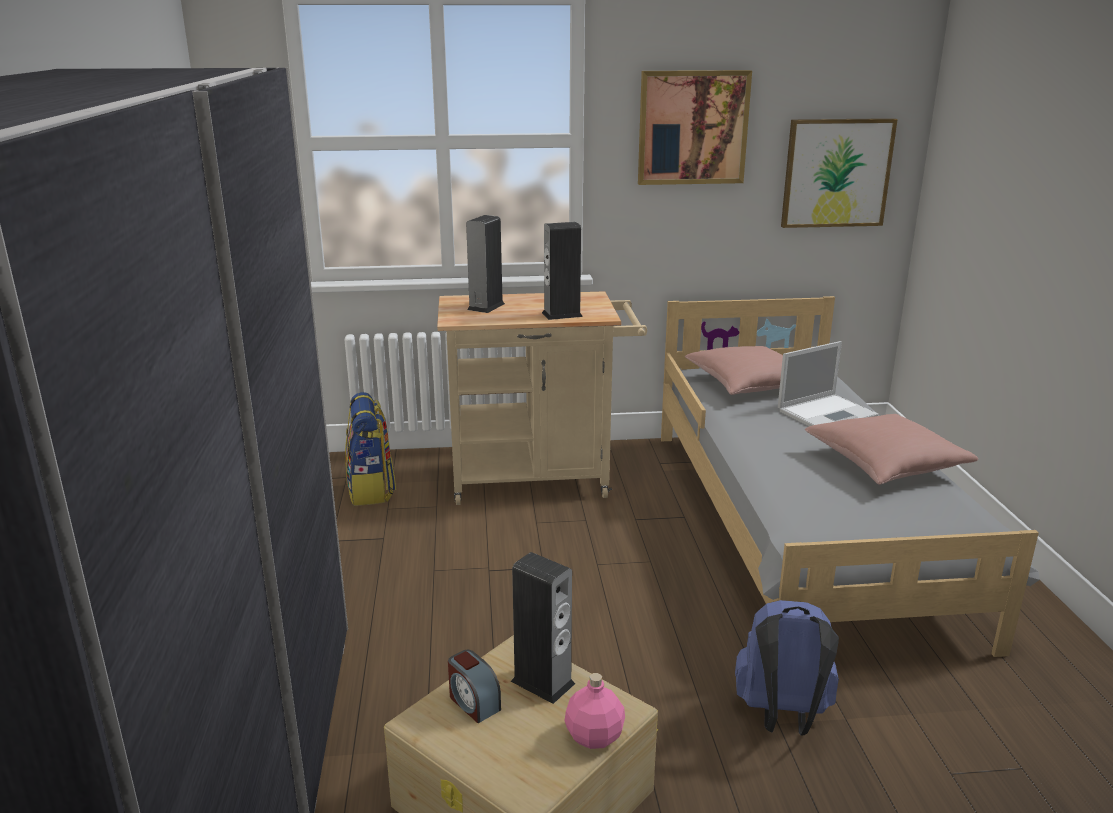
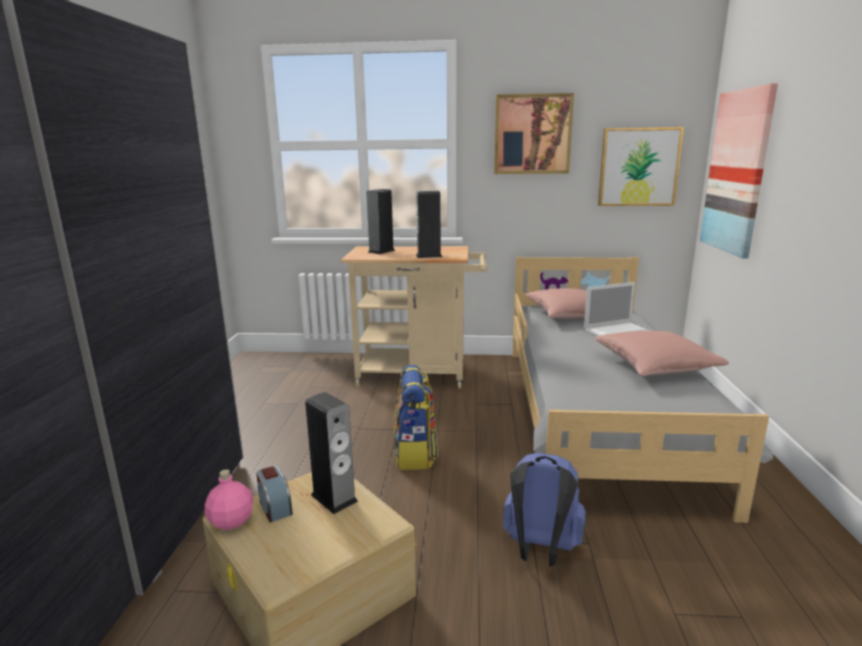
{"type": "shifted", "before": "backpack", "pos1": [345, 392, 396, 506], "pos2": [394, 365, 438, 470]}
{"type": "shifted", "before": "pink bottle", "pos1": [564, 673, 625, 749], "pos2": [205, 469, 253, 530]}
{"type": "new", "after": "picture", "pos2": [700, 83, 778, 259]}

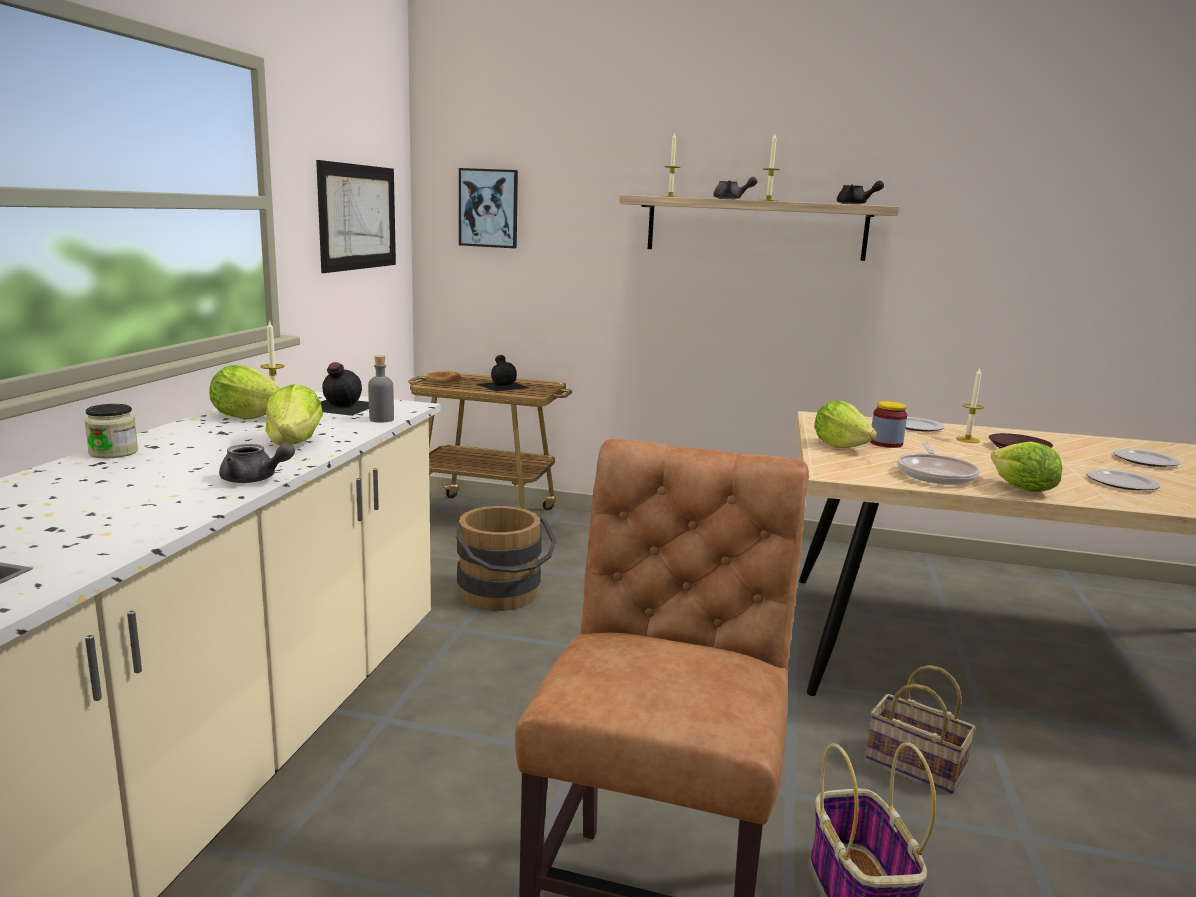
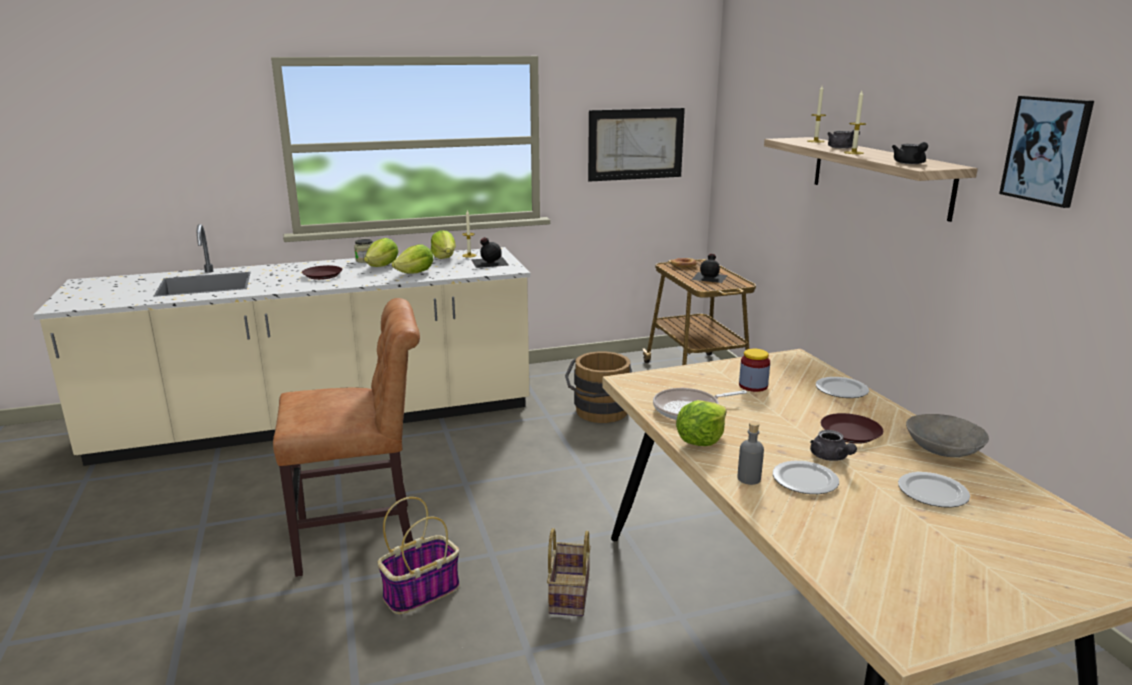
{"type": "shifted", "before": "picture", "pos1": [459, 168, 518, 248], "pos2": [999, 96, 1094, 208]}
{"type": "shifted", "before": "grey bottle", "pos1": [368, 355, 394, 422], "pos2": [738, 421, 764, 485]}
{"type": "gone", "before": "candle", "pos1": [956, 369, 984, 443]}
{"type": "shifted", "before": "lettuce", "pos1": [814, 401, 877, 448], "pos2": [364, 238, 398, 267]}
{"type": "shifted", "before": "grey teapot", "pos1": [219, 443, 295, 483], "pos2": [810, 430, 857, 461]}
{"type": "new", "after": "brown plate", "pos2": [302, 265, 342, 280]}
{"type": "new", "after": "grey bowl", "pos2": [906, 414, 989, 457]}

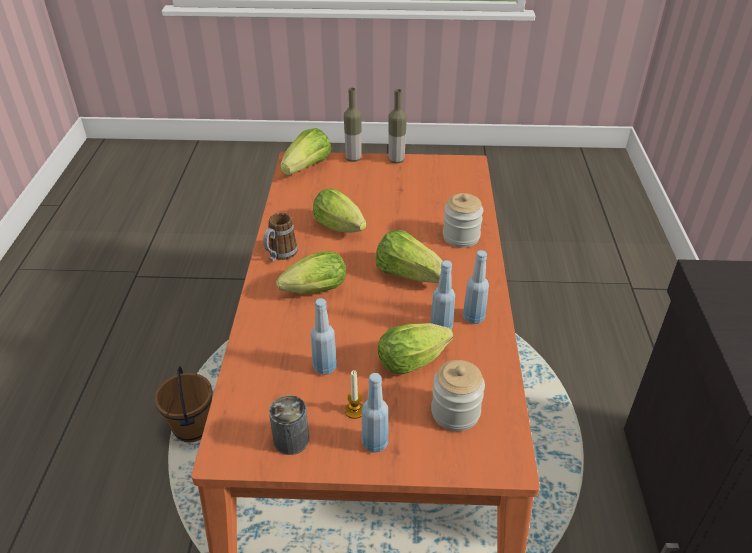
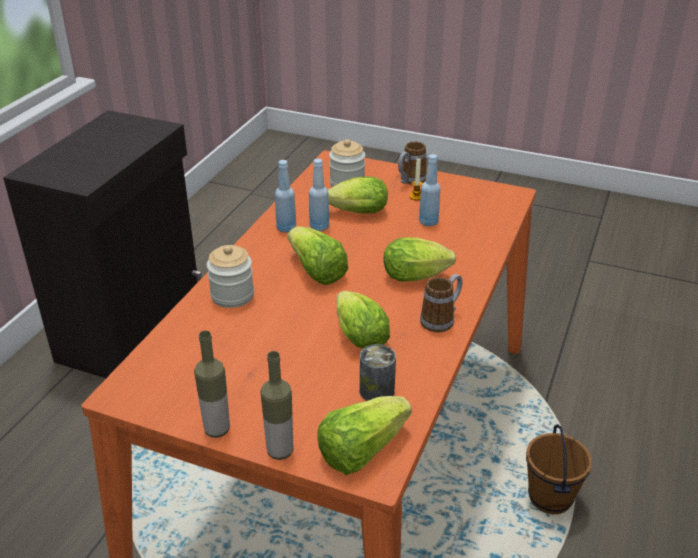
{"type": "swapped", "before": "blue bottle", "after": "mug", "pos1": [362, 373, 388, 453], "pos2": [398, 141, 427, 185]}
{"type": "shifted", "before": "can", "pos1": [269, 395, 309, 455], "pos2": [360, 344, 396, 401]}

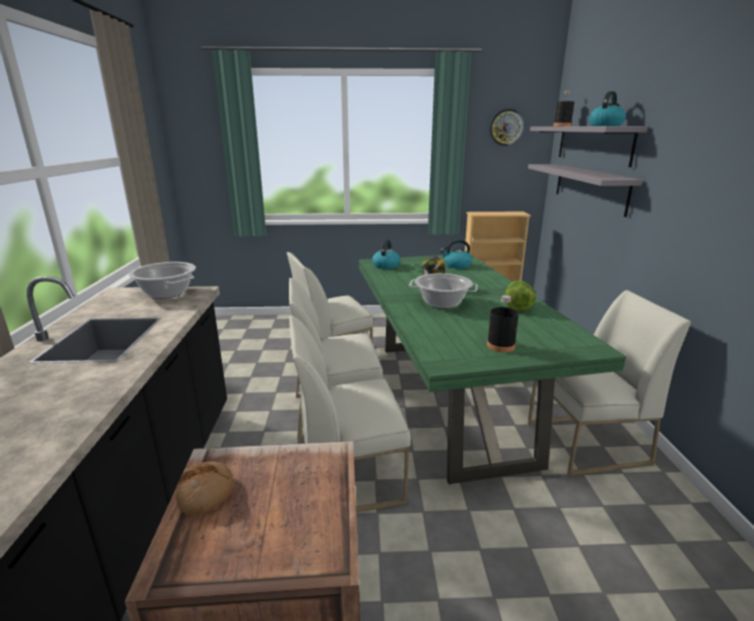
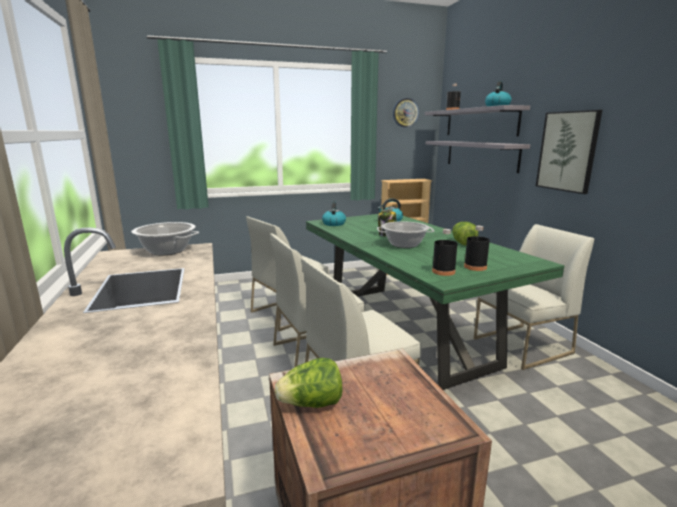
{"type": "swapped", "before": "bread", "after": "lettuce", "pos1": [176, 461, 233, 516], "pos2": [275, 358, 342, 408]}
{"type": "new", "after": "picture", "pos2": [536, 110, 602, 194]}
{"type": "new", "after": "black bottle", "pos2": [432, 229, 457, 276]}

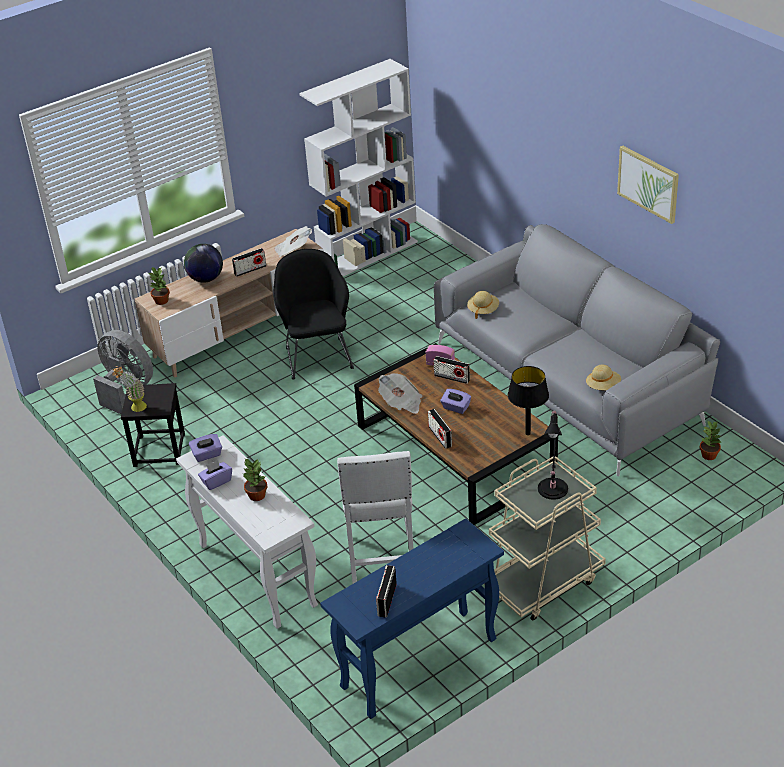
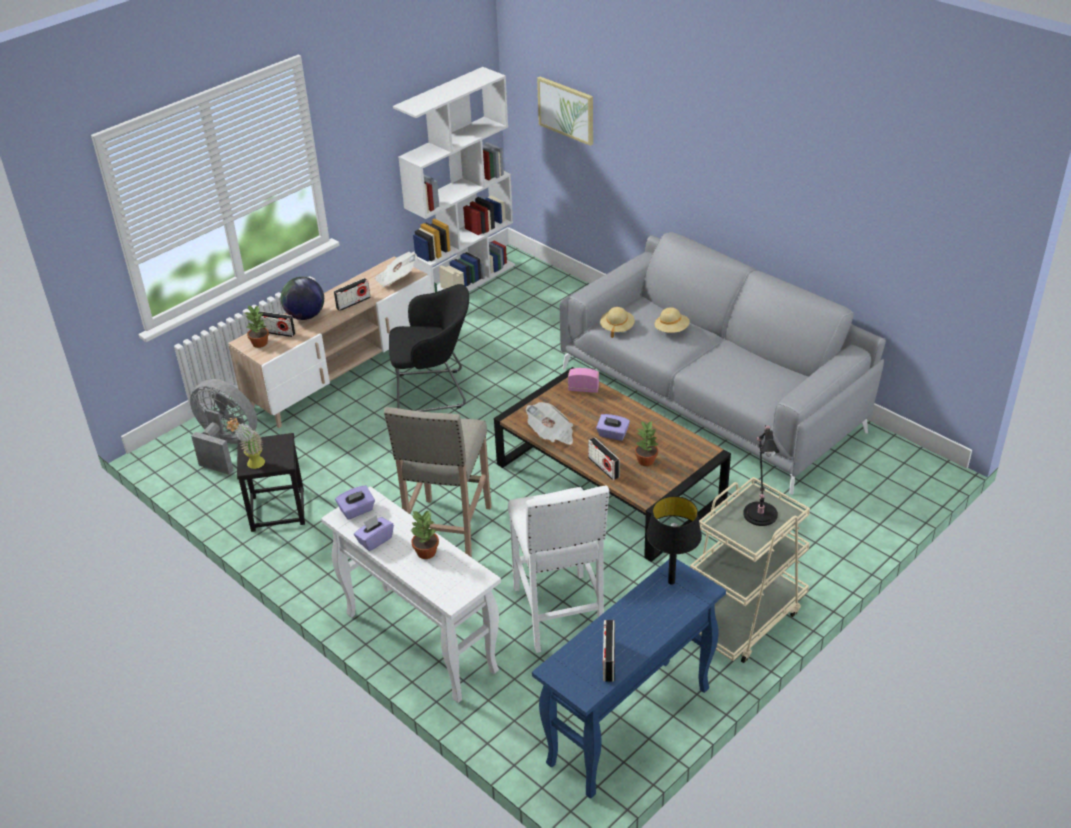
{"type": "shifted", "before": "picture", "pos1": [617, 146, 679, 224], "pos2": [537, 77, 593, 146]}
{"type": "rotated", "before": "black armchair", "pos1": [273, 249, 354, 380], "pos2": [389, 284, 469, 412], "turn": 105}
{"type": "shifted", "before": "radio", "pos1": [434, 356, 470, 384], "pos2": [258, 311, 295, 337]}
{"type": "shifted", "before": "beige hat", "pos1": [586, 365, 621, 390], "pos2": [654, 307, 690, 333]}
{"type": "shifted", "before": "black table lamp", "pos1": [508, 366, 549, 435], "pos2": [646, 496, 702, 585]}
{"type": "shifted", "before": "potted plant", "pos1": [700, 421, 721, 460], "pos2": [635, 421, 659, 466]}
{"type": "new", "after": "beige stool", "pos2": [384, 407, 491, 558]}

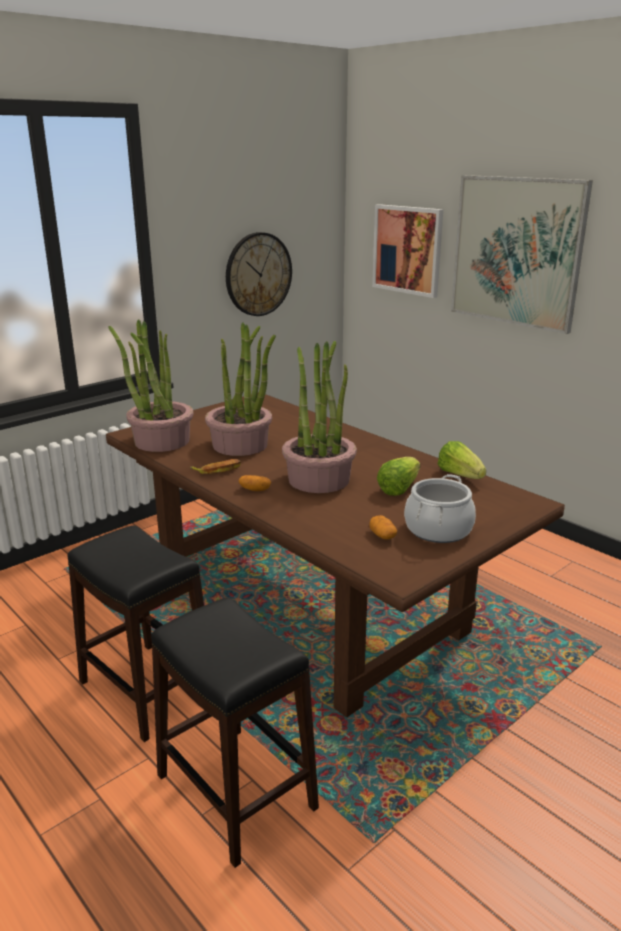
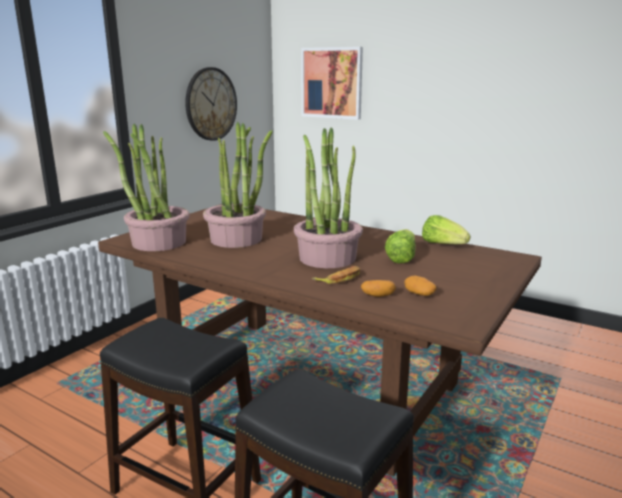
{"type": "gone", "before": "picture", "pos1": [451, 175, 593, 334]}
{"type": "shifted", "before": "banana", "pos1": [190, 459, 241, 474], "pos2": [312, 266, 360, 284]}
{"type": "gone", "before": "cooking pot", "pos1": [404, 474, 476, 543]}
{"type": "shifted", "before": "potato", "pos1": [239, 475, 271, 491], "pos2": [361, 280, 396, 297]}

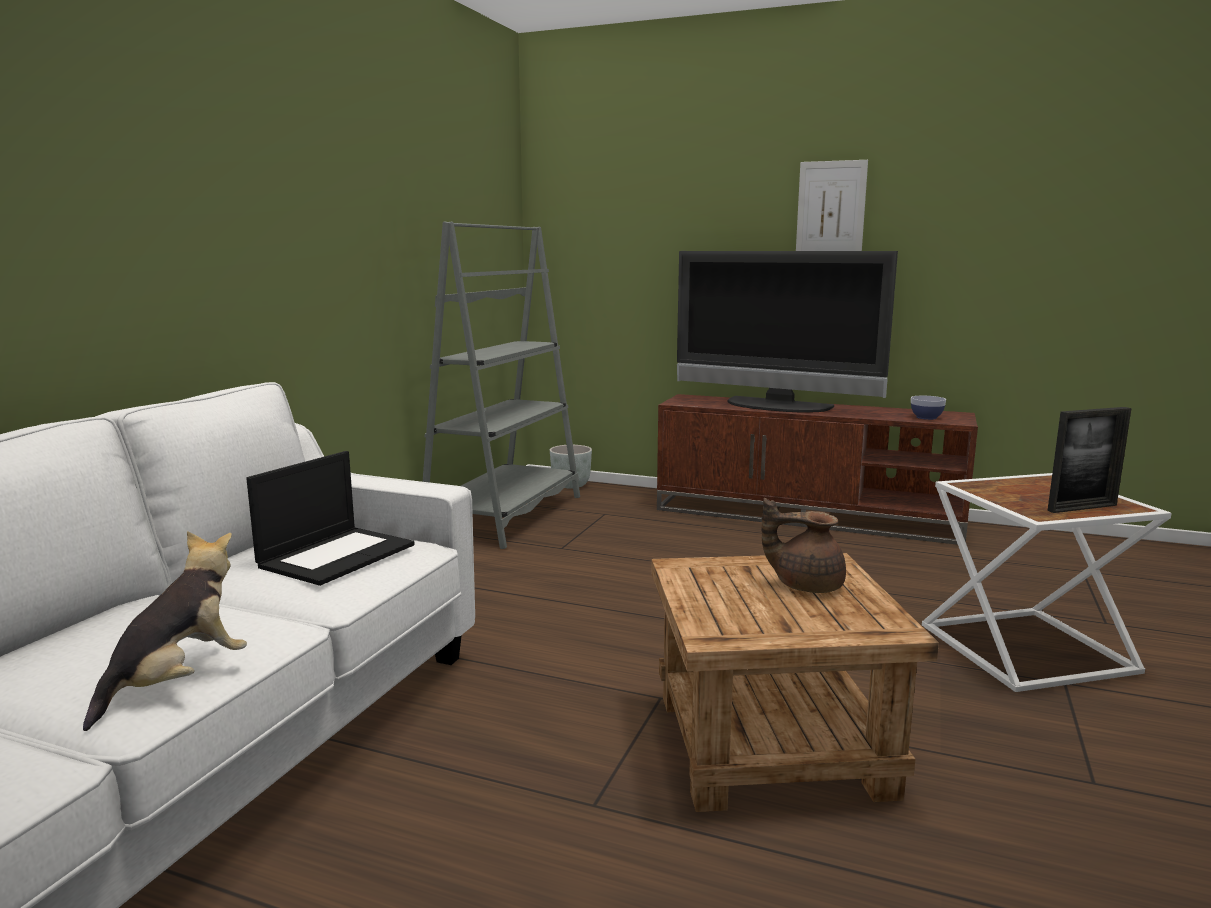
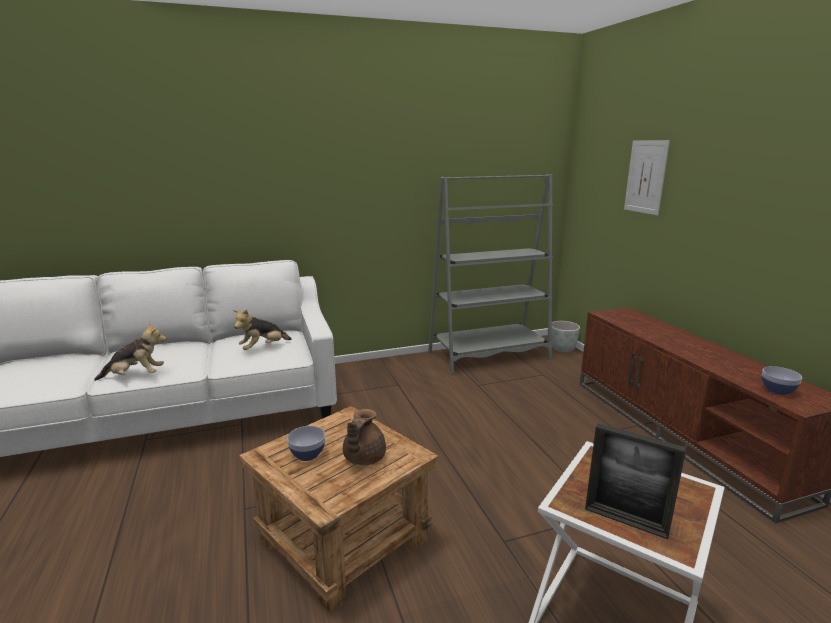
{"type": "shifted", "before": "picture", "pos1": [796, 160, 868, 251], "pos2": [624, 140, 670, 215]}
{"type": "gone", "before": "television", "pos1": [677, 251, 898, 413]}
{"type": "swapped", "before": "laptop", "after": "plush toy", "pos1": [246, 451, 415, 586], "pos2": [233, 309, 292, 350]}
{"type": "rotated", "before": "brown teapot", "pos1": [762, 498, 846, 593], "pos2": [343, 409, 386, 465], "turn": -135}
{"type": "new", "after": "bowl", "pos2": [287, 426, 325, 461]}

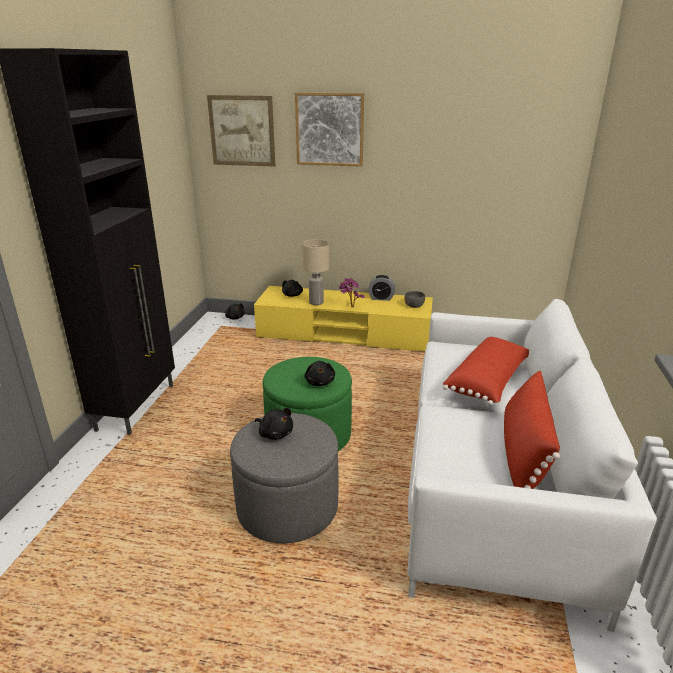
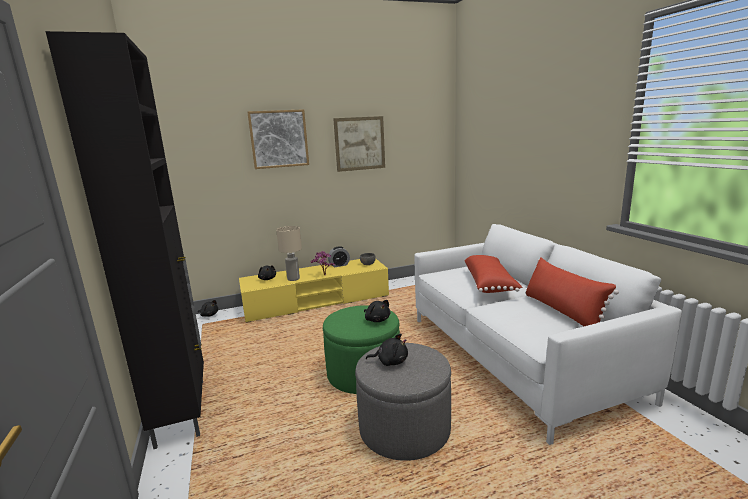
{"type": "shifted", "before": "picture", "pos1": [207, 95, 275, 167], "pos2": [333, 116, 385, 172]}

